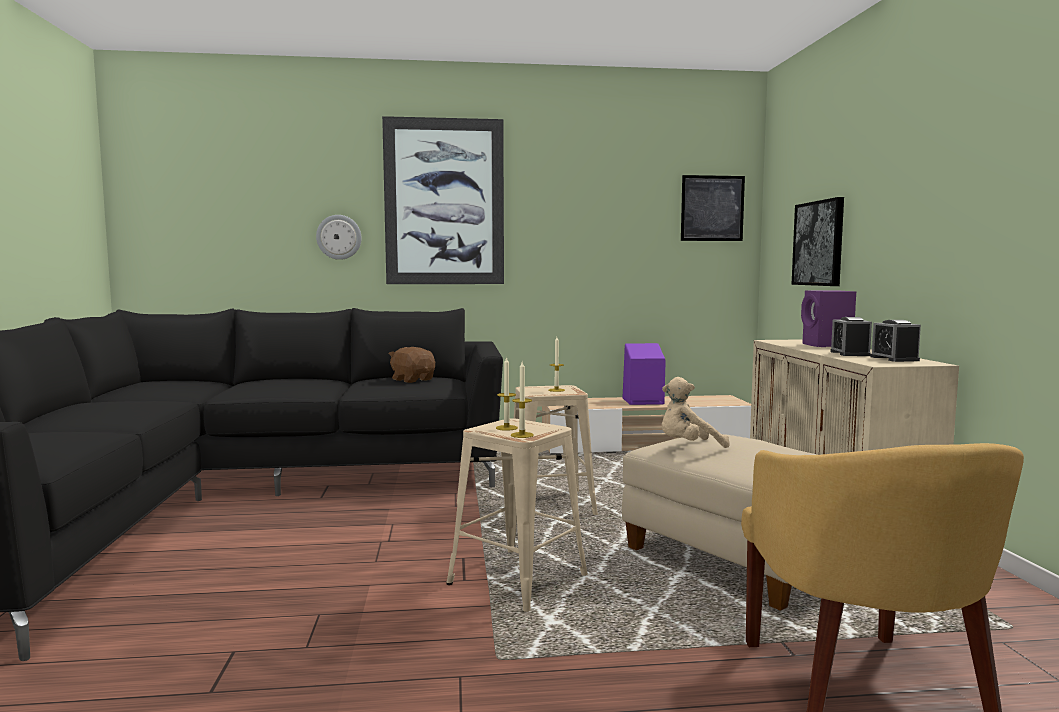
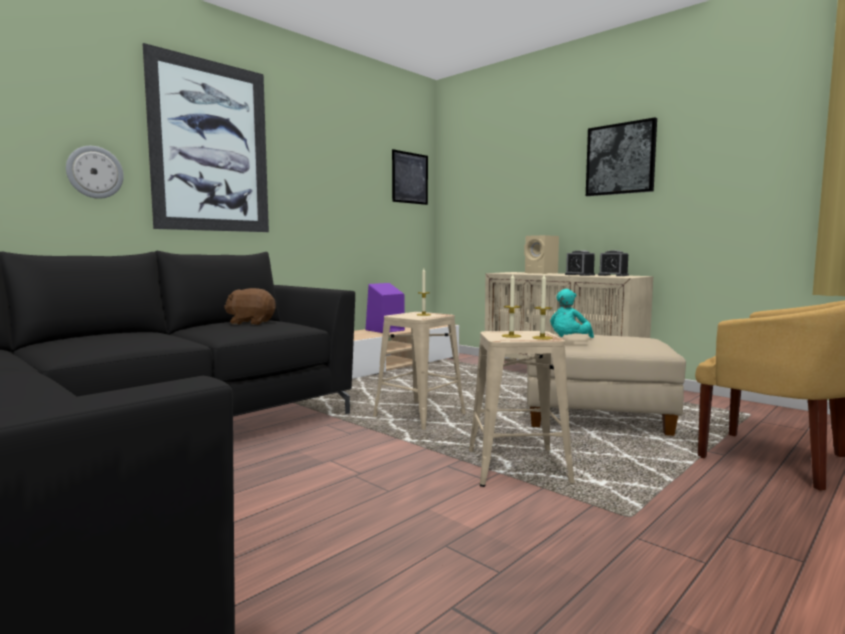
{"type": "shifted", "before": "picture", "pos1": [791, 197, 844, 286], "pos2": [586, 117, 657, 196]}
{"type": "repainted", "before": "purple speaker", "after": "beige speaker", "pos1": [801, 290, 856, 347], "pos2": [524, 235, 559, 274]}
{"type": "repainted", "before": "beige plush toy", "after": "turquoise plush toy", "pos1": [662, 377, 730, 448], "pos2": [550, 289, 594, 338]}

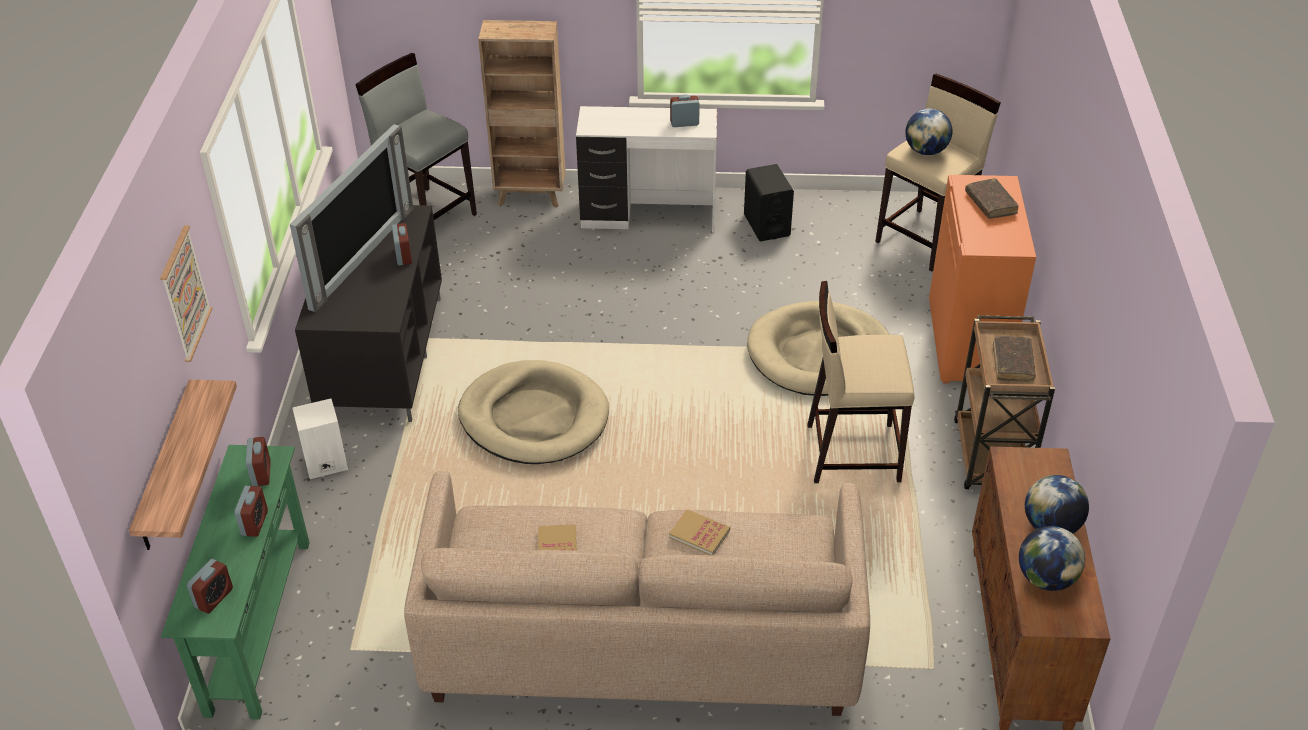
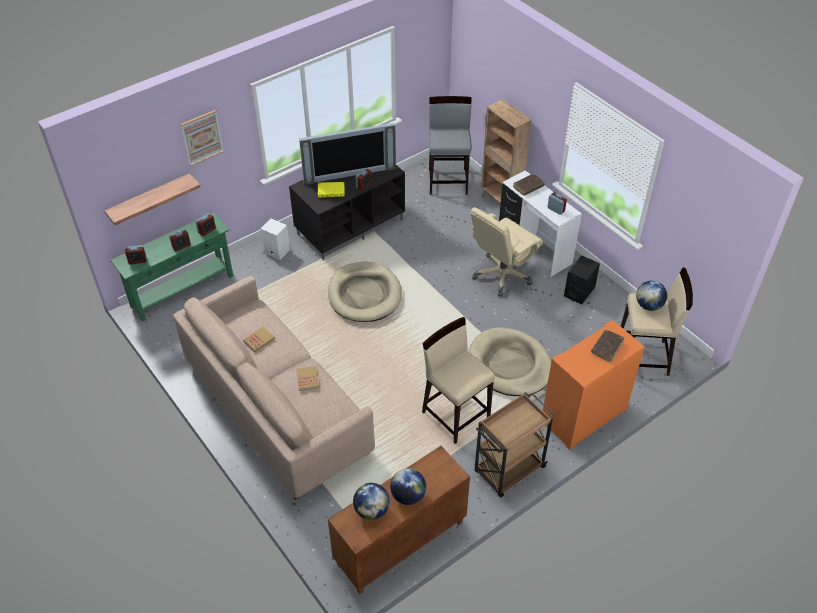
{"type": "shifted", "before": "brown book", "pos1": [993, 336, 1036, 381], "pos2": [513, 174, 545, 196]}
{"type": "new", "after": "yellow book", "pos2": [318, 182, 345, 198]}
{"type": "new", "after": "beige office chair", "pos2": [471, 207, 543, 297]}

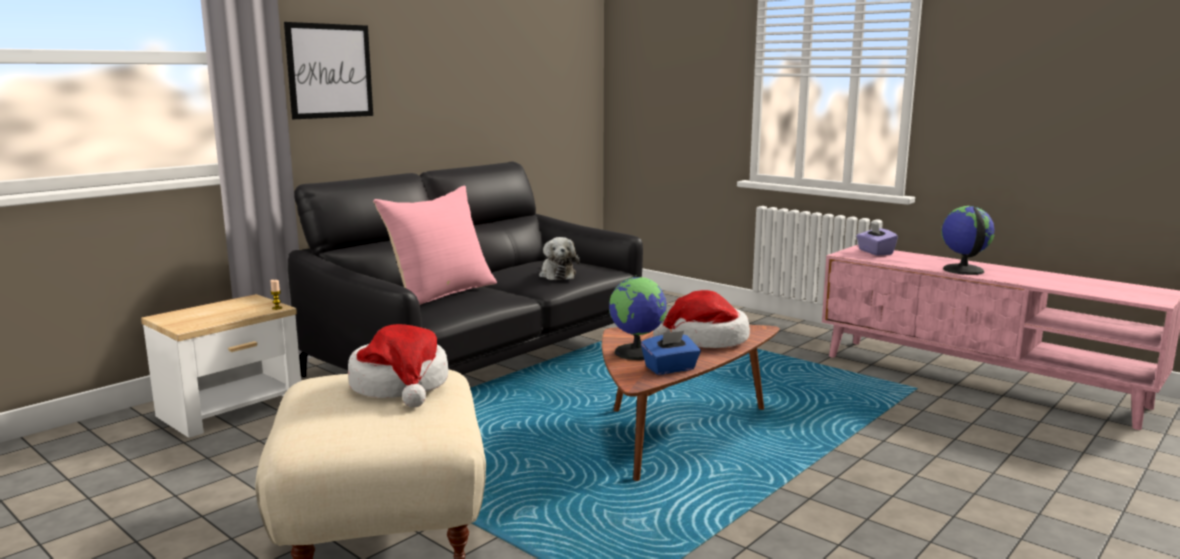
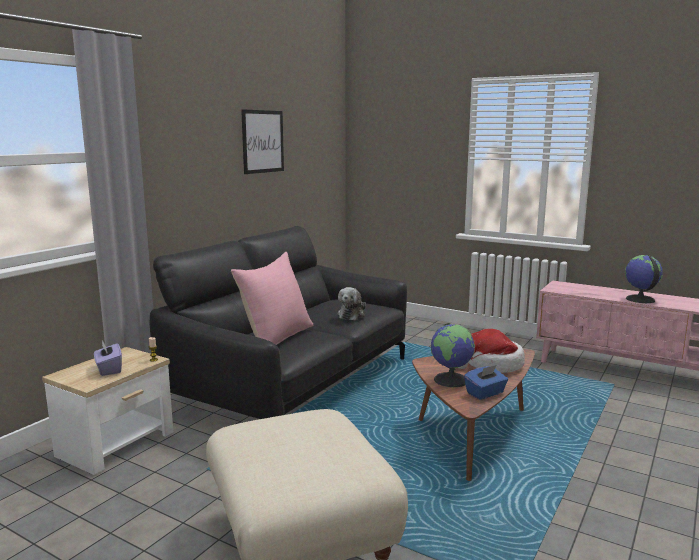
{"type": "shifted", "before": "picture", "pos1": [284, 22, 373, 119], "pos2": [241, 109, 284, 174]}
{"type": "shifted", "before": "purple tissue box", "pos1": [856, 222, 898, 256], "pos2": [94, 340, 122, 376]}
{"type": "rotated", "before": "plush toy", "pos1": [539, 237, 580, 280], "pos2": [338, 287, 366, 320], "turn": 45}
{"type": "gone", "before": "hat", "pos1": [348, 324, 448, 408]}

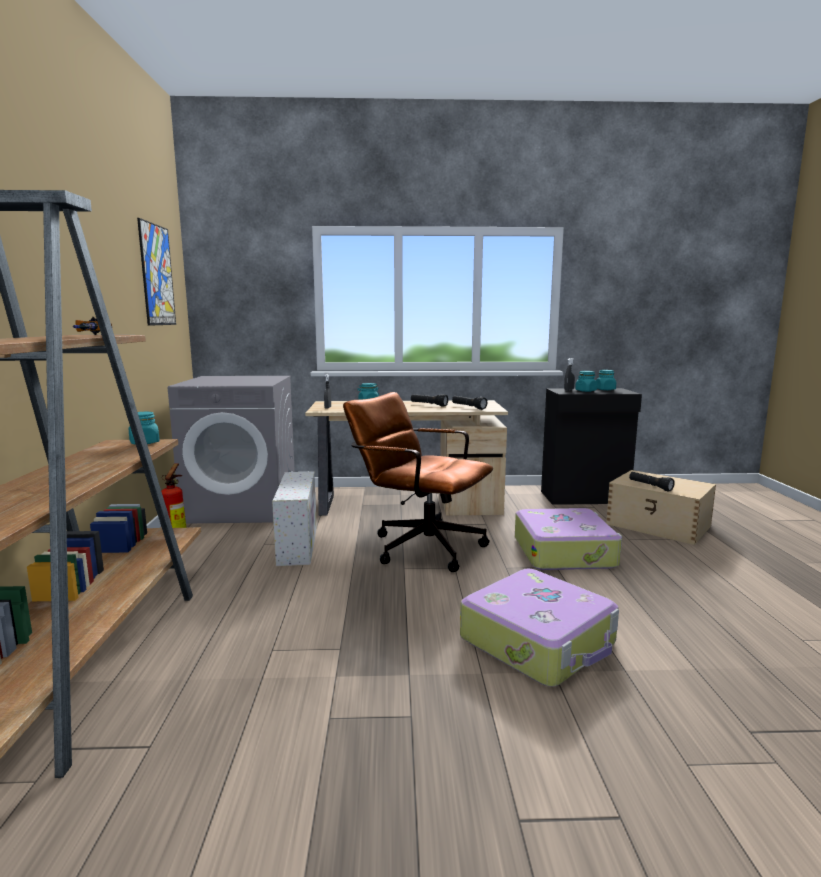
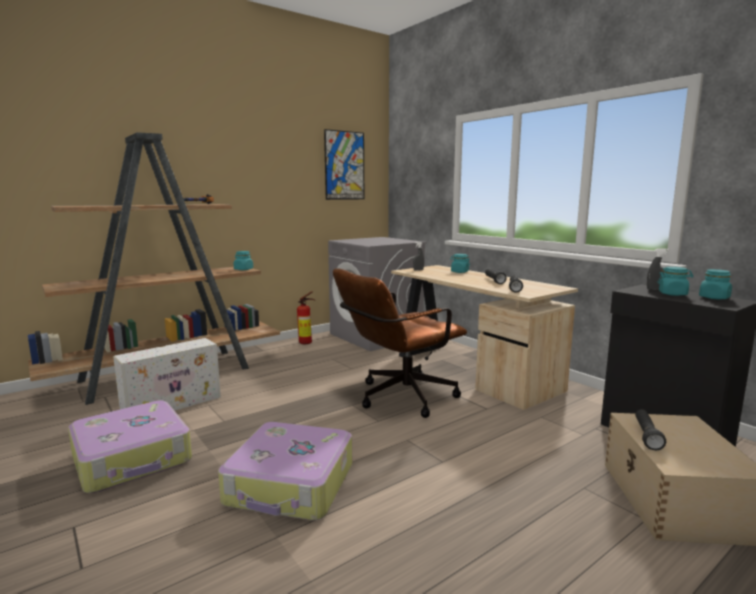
{"type": "rotated", "before": "brown office chair", "pos1": [343, 392, 493, 572], "pos2": [333, 269, 467, 418], "turn": -120}
{"type": "shifted", "before": "white storage box", "pos1": [272, 471, 317, 566], "pos2": [113, 338, 221, 411]}
{"type": "shifted", "before": "suitcase", "pos1": [515, 508, 622, 570], "pos2": [68, 400, 192, 493]}

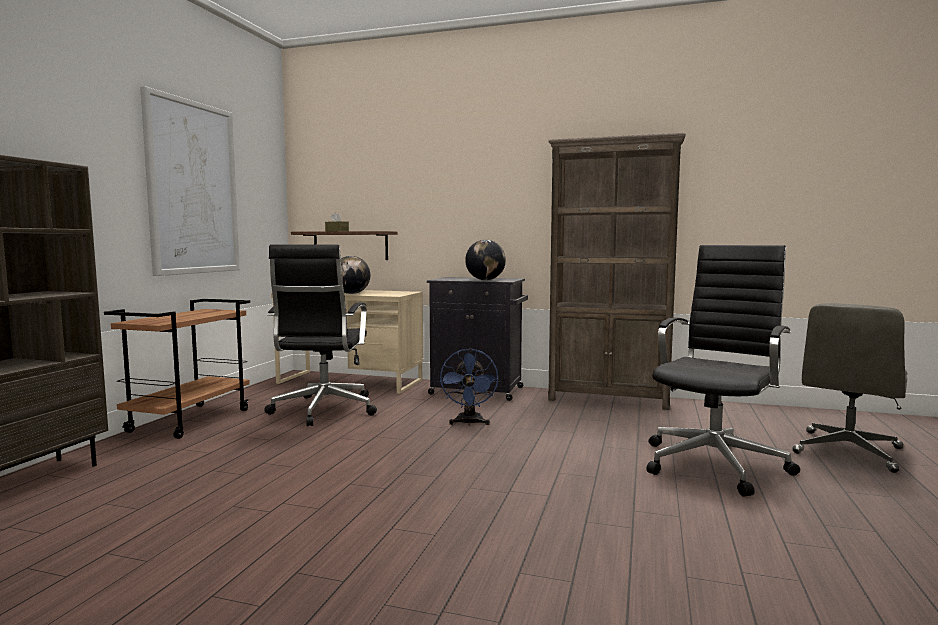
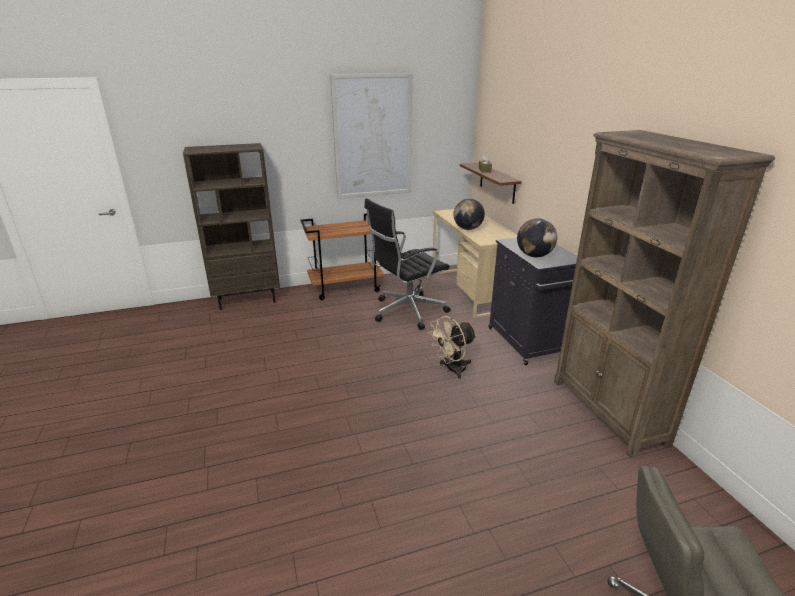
{"type": "gone", "before": "black office chair", "pos1": [646, 245, 800, 497]}
{"type": "repainted", "before": "blue fan", "after": "beige fan", "pos1": [440, 348, 498, 425], "pos2": [428, 316, 476, 379]}

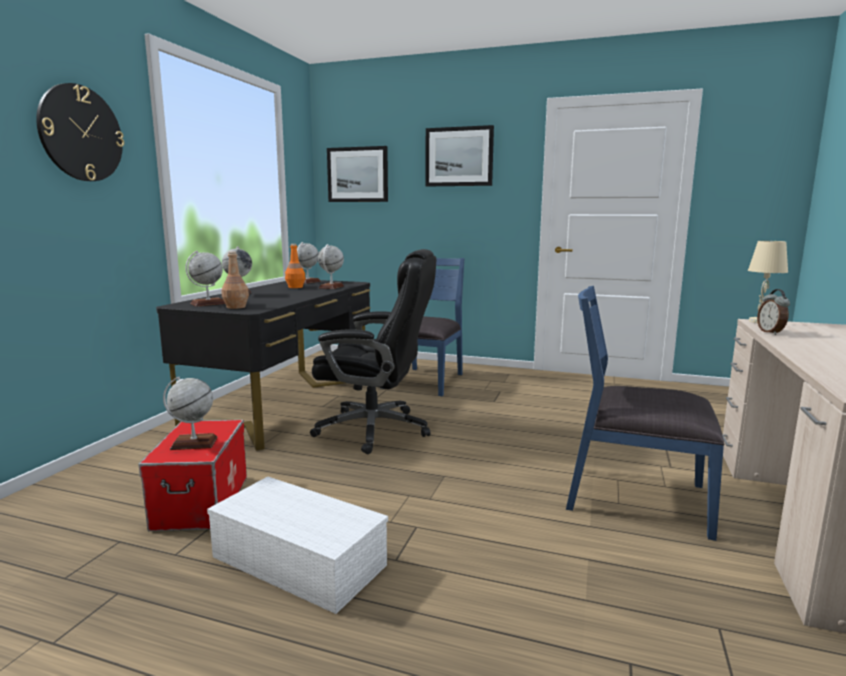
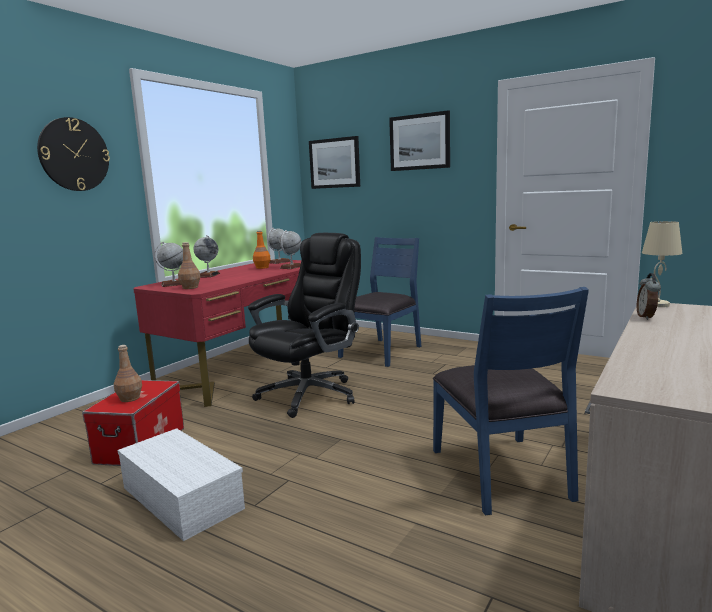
{"type": "rotated", "before": "black office chair", "pos1": [310, 249, 437, 454], "pos2": [248, 233, 361, 418], "turn": -75}
{"type": "repainted", "before": "black desk", "after": "red desk", "pos1": [156, 280, 371, 451], "pos2": [133, 260, 301, 407]}
{"type": "rotated", "before": "blue chair", "pos1": [566, 286, 724, 541], "pos2": [433, 287, 589, 516], "turn": -135}
{"type": "swapped", "before": "globe", "after": "brown bottle", "pos1": [163, 377, 218, 450], "pos2": [114, 345, 142, 402]}

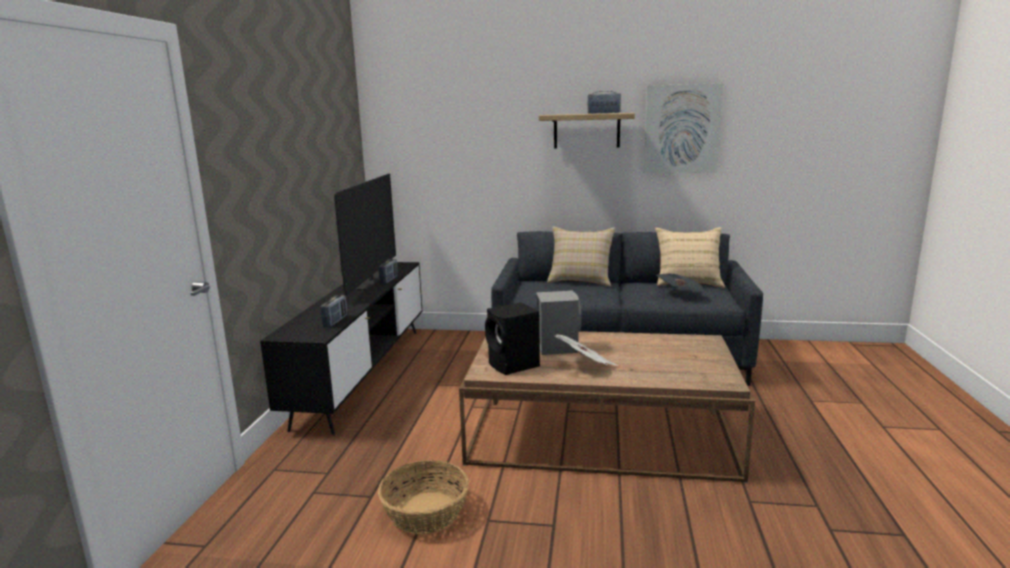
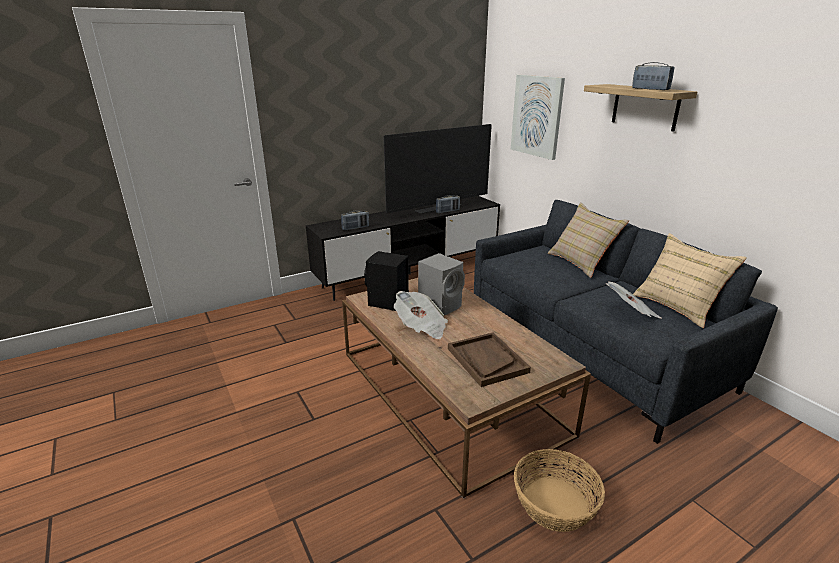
{"type": "shifted", "before": "picture", "pos1": [644, 83, 723, 173], "pos2": [511, 75, 565, 160]}
{"type": "shifted", "before": "basket", "pos1": [378, 460, 469, 534], "pos2": [514, 449, 605, 532]}
{"type": "new", "after": "brown tray", "pos2": [448, 332, 531, 387]}

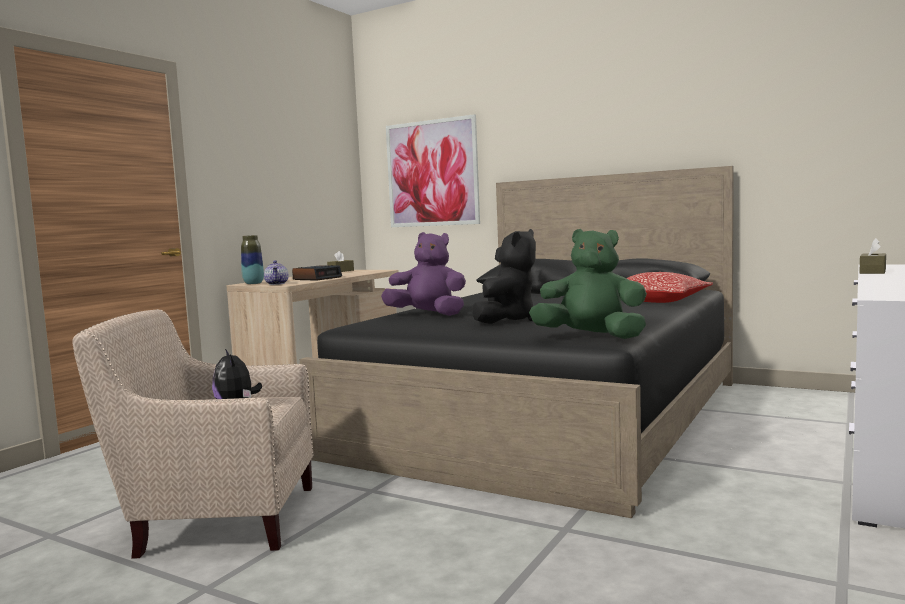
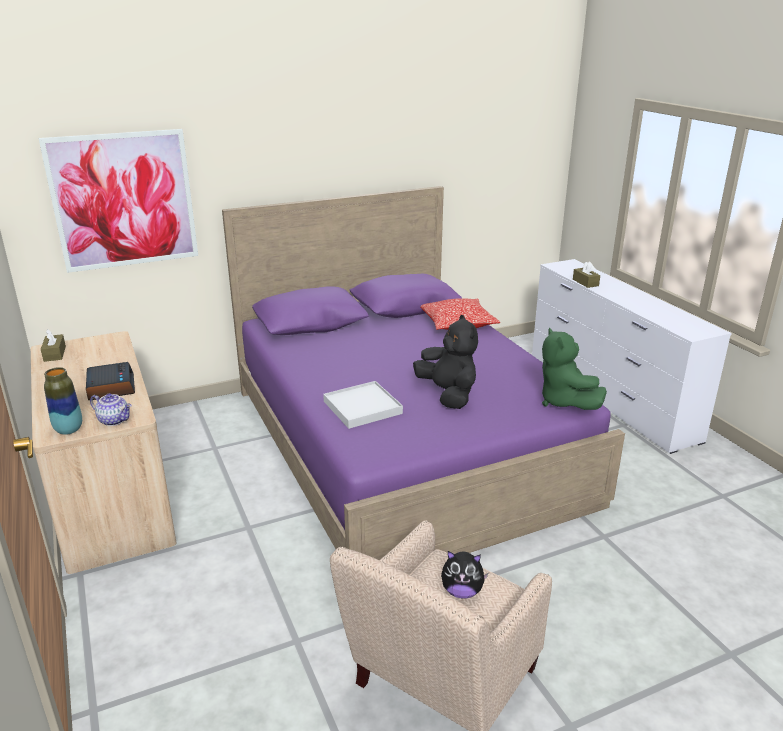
{"type": "repainted", "before": "black bed", "after": "purple bed", "pos1": [300, 166, 734, 518], "pos2": [222, 186, 625, 560]}
{"type": "rotated", "before": "green plush toy", "pos1": [529, 229, 647, 339], "pos2": [542, 327, 607, 410], "turn": -75}
{"type": "swapped", "before": "purple plush toy", "after": "white tray", "pos1": [381, 232, 466, 316], "pos2": [323, 381, 403, 429]}

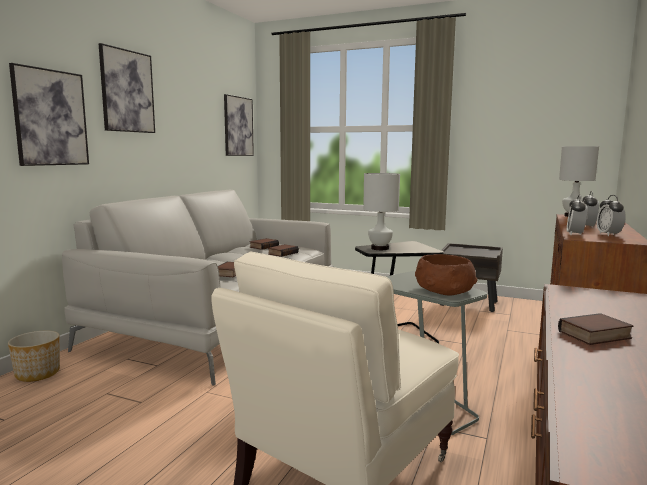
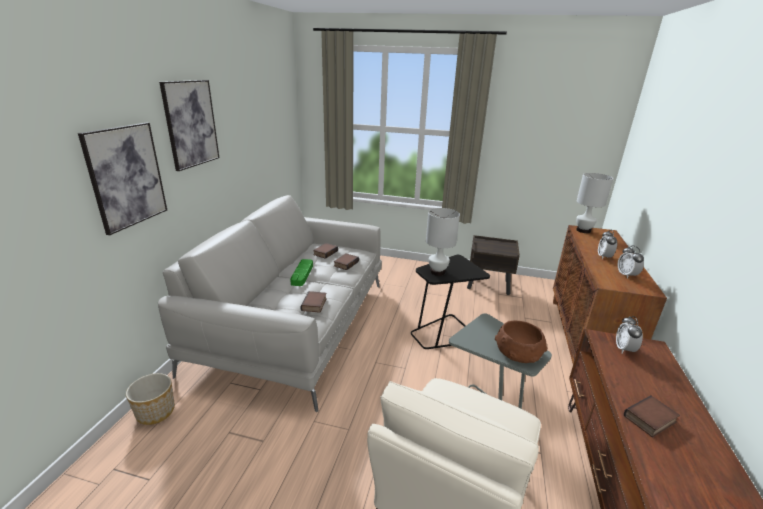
{"type": "gone", "before": "picture", "pos1": [224, 94, 254, 156]}
{"type": "shifted", "before": "alarm clock", "pos1": [567, 195, 588, 235], "pos2": [616, 316, 643, 354]}
{"type": "new", "after": "green tray", "pos2": [290, 259, 313, 286]}

